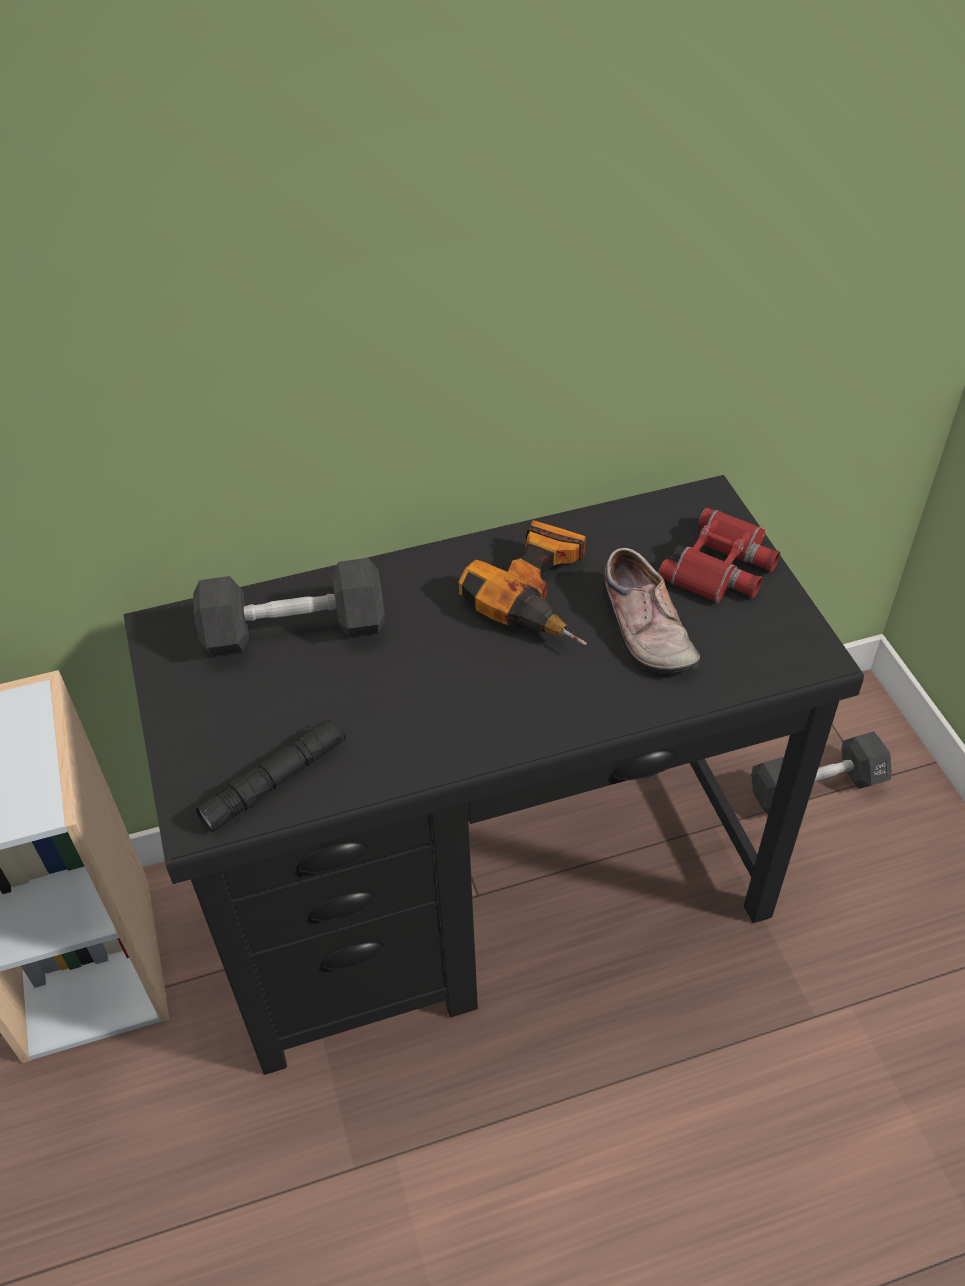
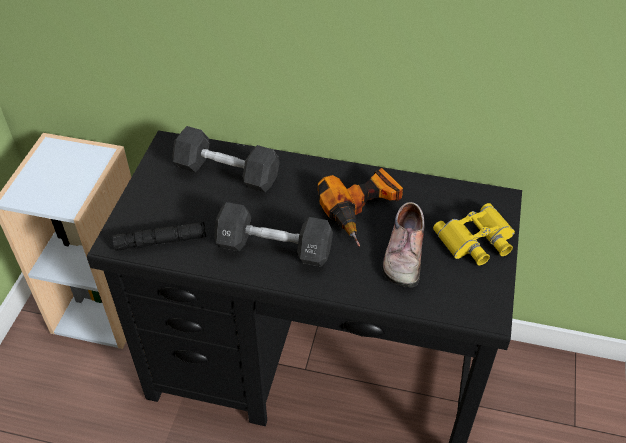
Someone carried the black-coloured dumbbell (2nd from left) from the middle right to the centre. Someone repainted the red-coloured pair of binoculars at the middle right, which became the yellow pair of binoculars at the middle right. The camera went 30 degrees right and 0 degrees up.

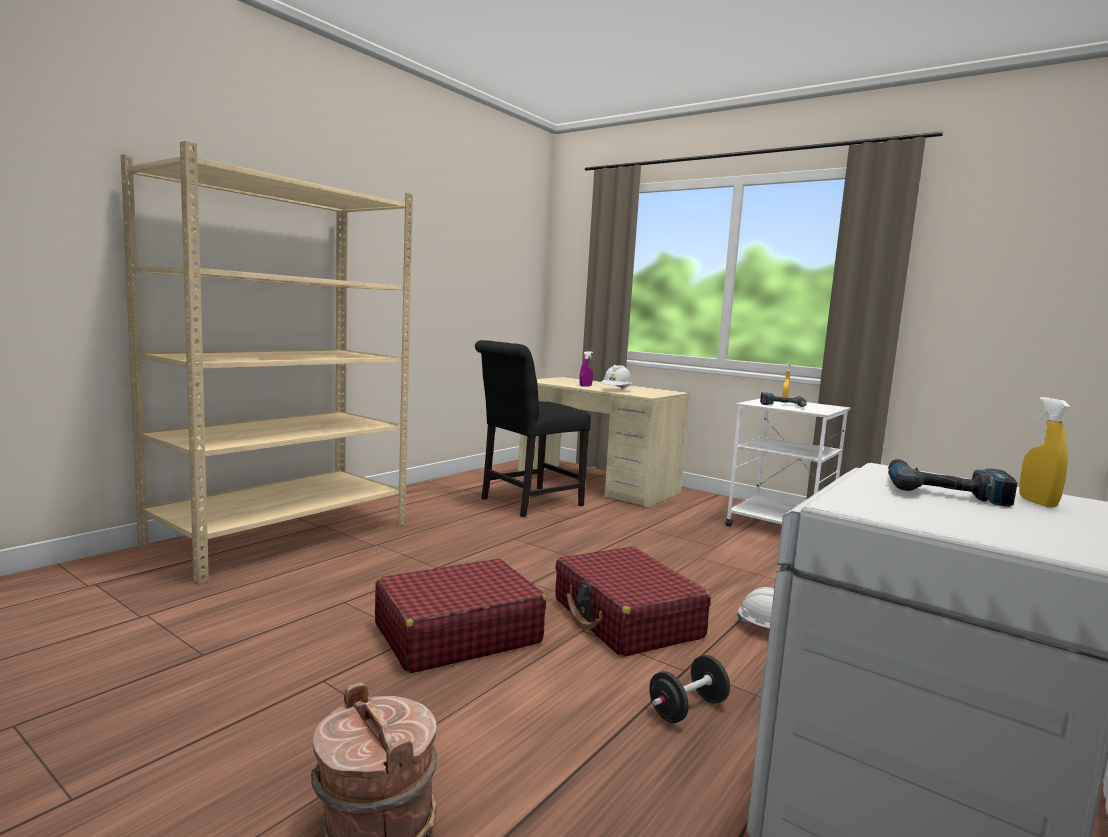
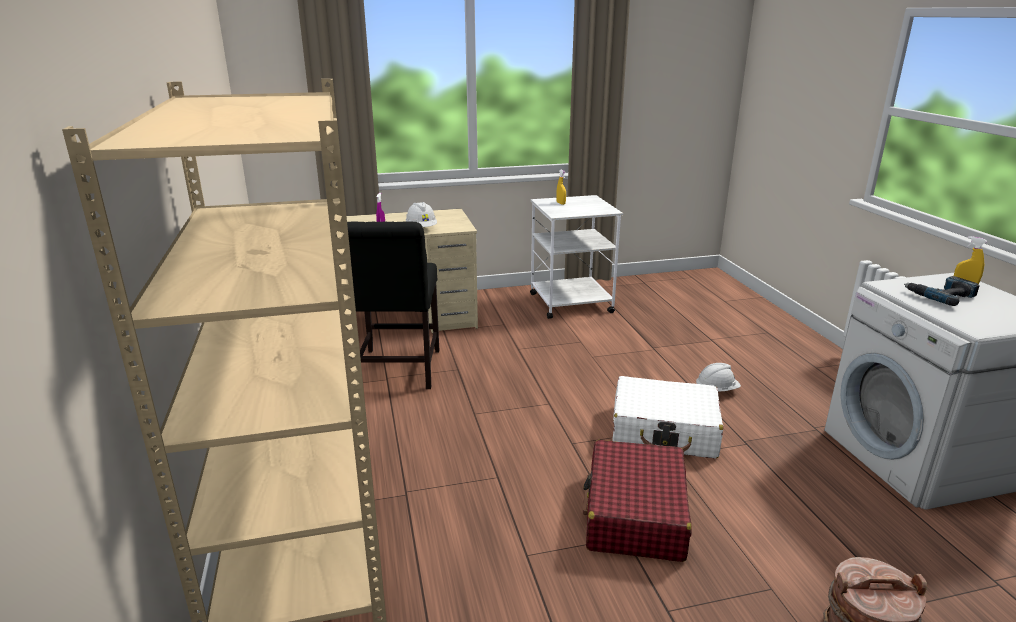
Someone took away the black-coloured dumbbell at the bottom centre. Someone took away the electric drill (1st from left) at the middle right. Someone repainted the red-coloured suitcase (2nd from left) at the bottom centre, which became the white suitcase at the bottom centre. The camera went 50 degrees left and 15 degrees up.

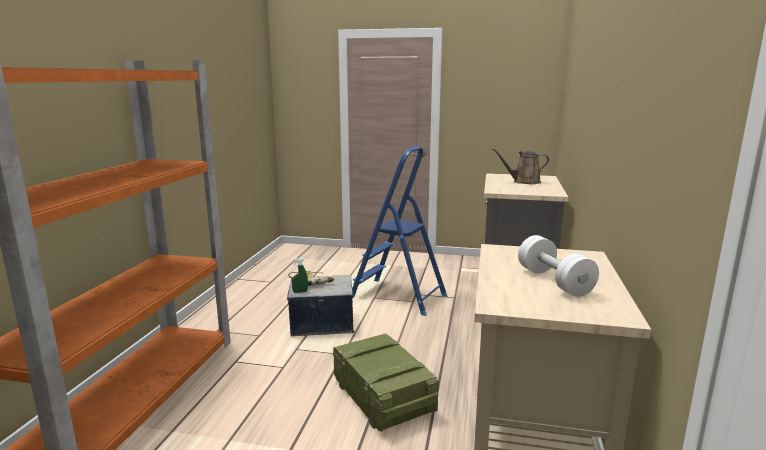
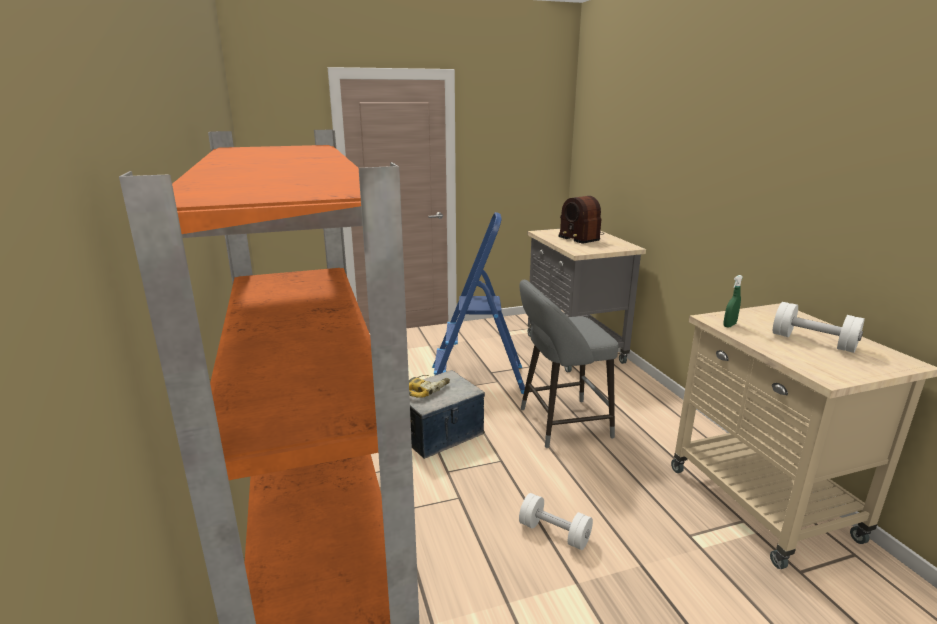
Someone took away the shipping crate at the bottom centre. Someone put down the white dumbbell (1st from left) at the bottom centre. Someone put down the gray stool at the centre. Someone carried the greenish sprayer from the centre to the middle right. Someone swapped the brownish watering can at the middle right for the radio set at the centre. The camera went 30 degrees left and 5 degrees up.

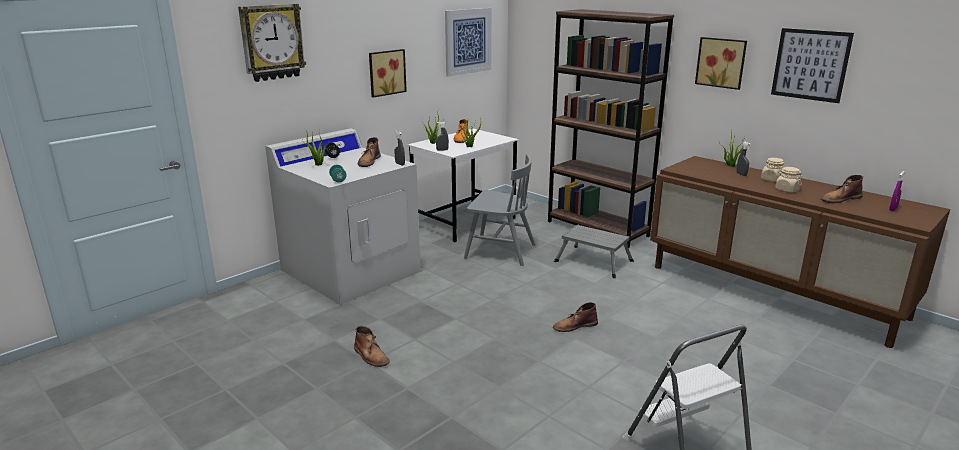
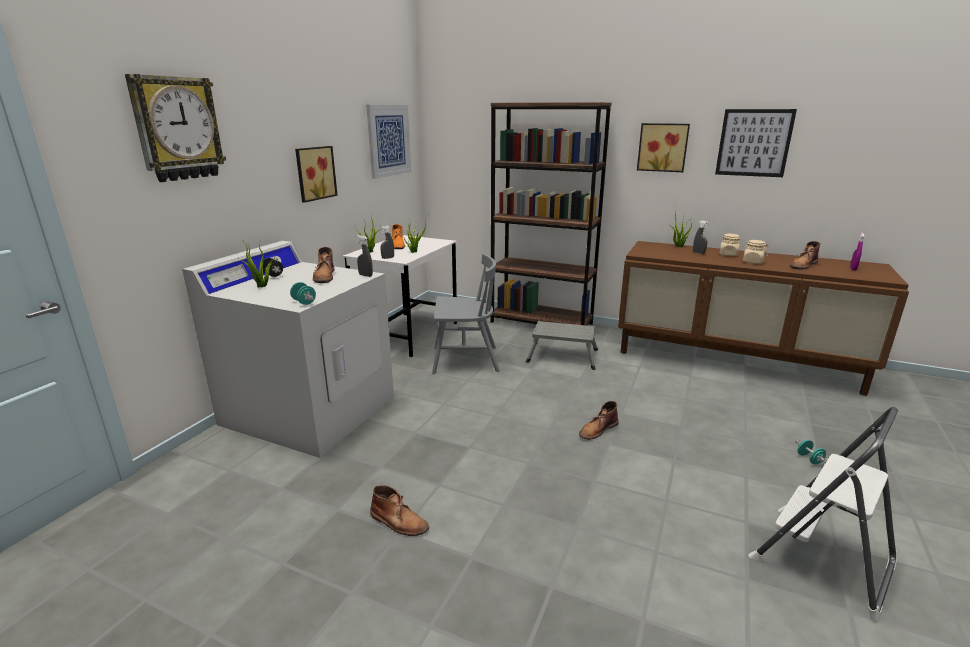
Someone put down the turquoise-coloured dumbbell (2nd from left) at the bottom right. The camera went 20 degrees left and 0 degrees up.

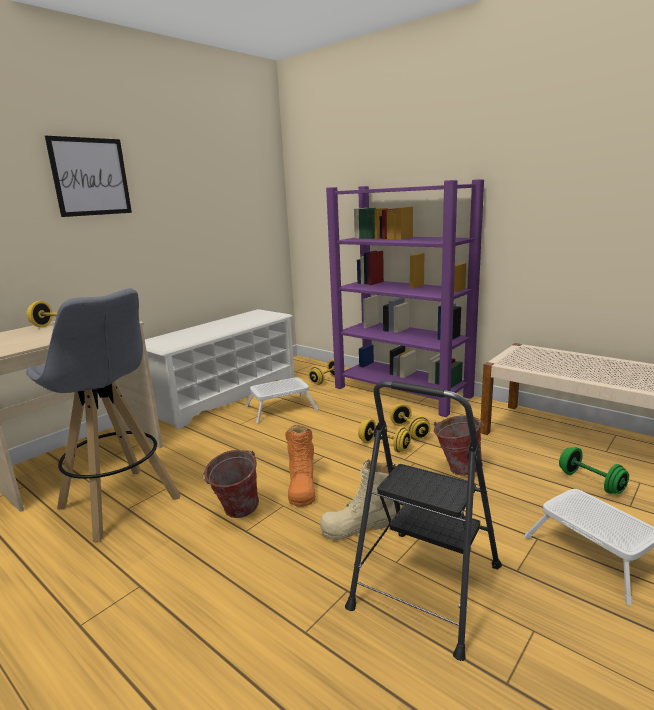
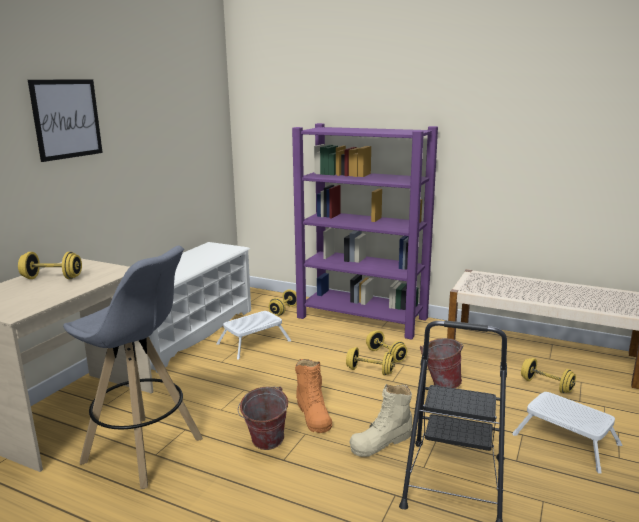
Someone repainted the greenish dumbbell at the middle right, which became the yellow dumbbell (5th from left) at the bottom right. The camera went 15 degrees left and 0 degrees up.

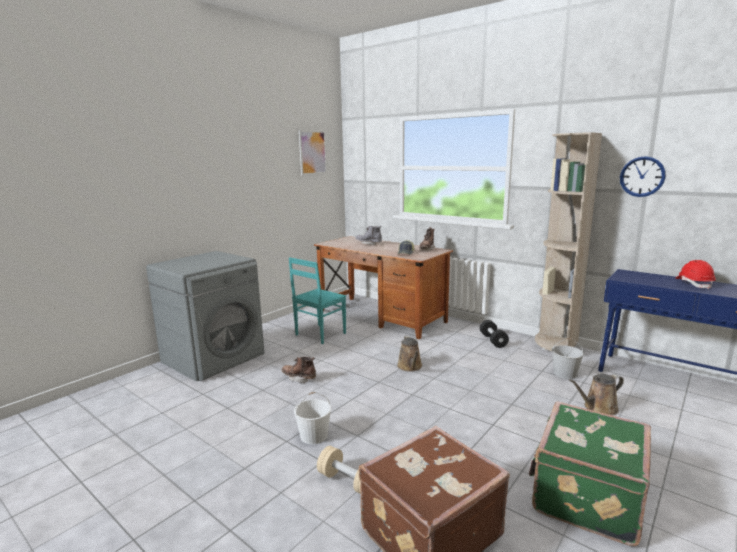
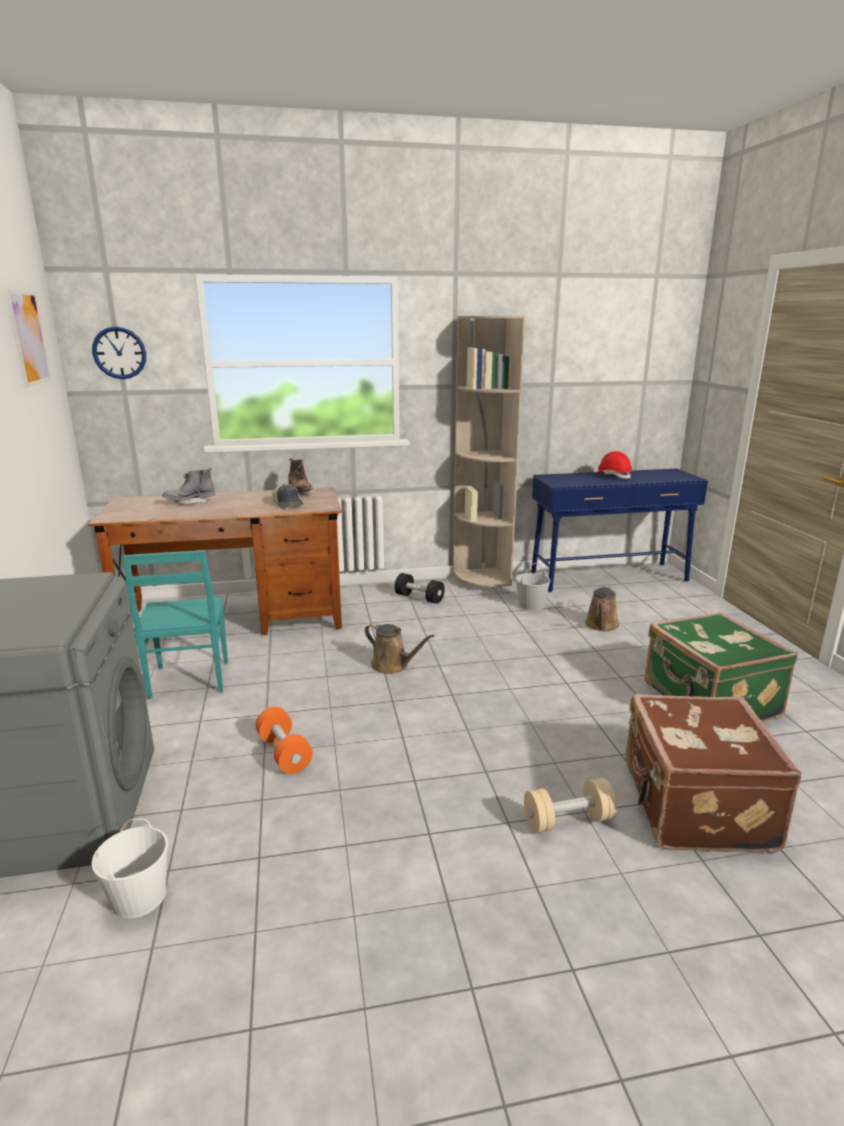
Someone carried the white bucket (1st from left) from the bottom centre to the bottom left. Someone carried the hanging clock from the top right to the top left. Someone swapped the brownish high-top boot (1st from left) at the bottom centre for the orangey dumbbell at the centre. The camera went 50 degrees left and 5 degrees up.

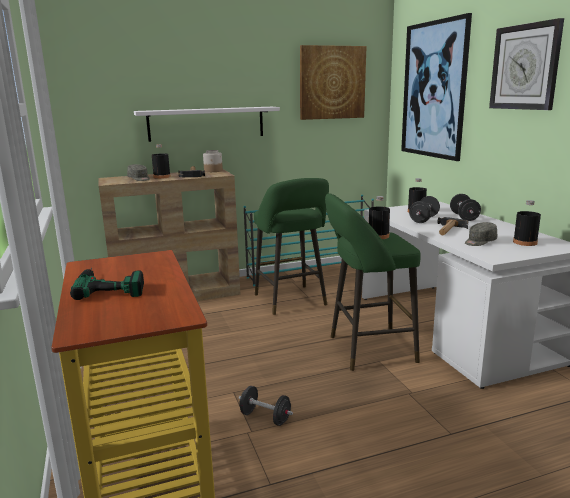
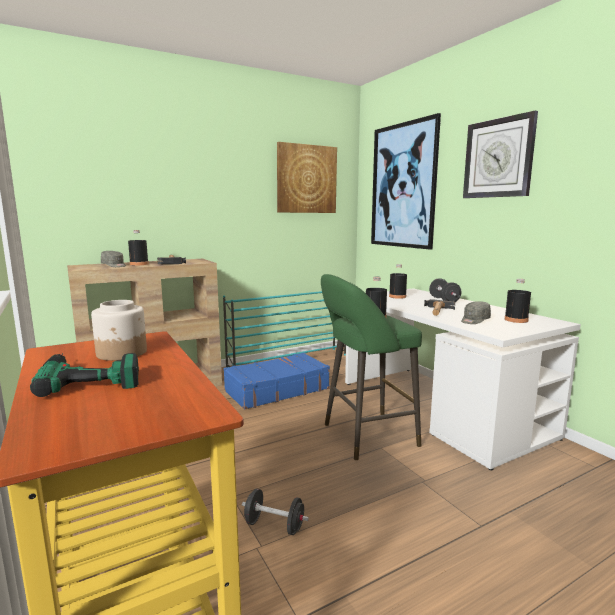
Someone took away the white bracket shelf at the top centre. Someone took away the black-coloured dumbbell (2nd from left) at the middle right. Someone carried the preserve jar from the top centre to the middle left. Someone swapped the greenish stool (1st from left) at the centre for the bluish suitcase at the centre. The camera went 10 degrees left and 5 degrees down.

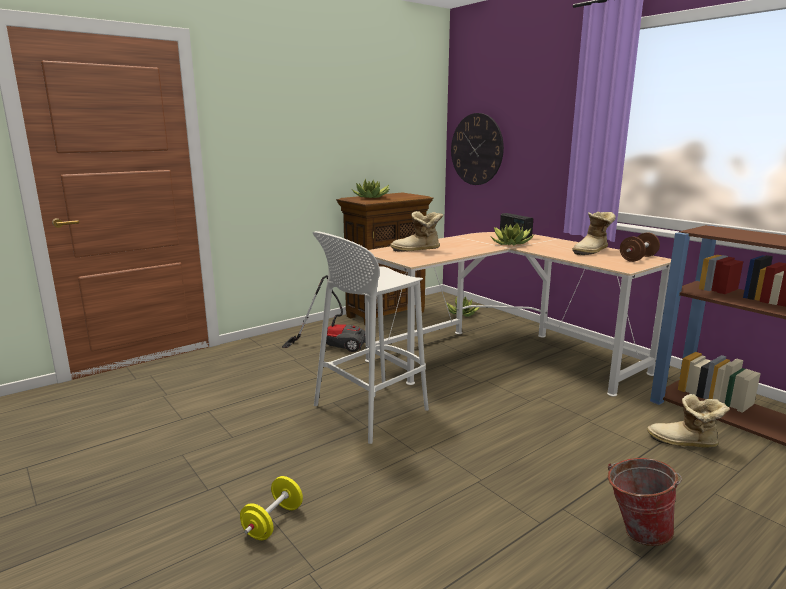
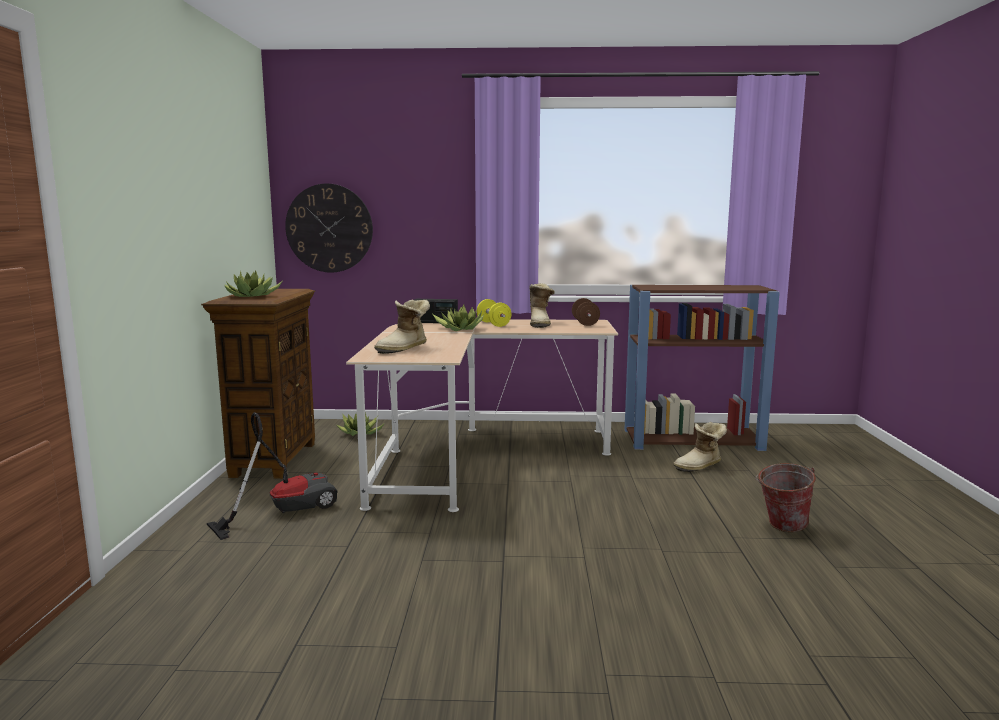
Someone took away the white stool at the centre. Someone carried the yellow dumbbell from the bottom centre to the centre. The camera went 50 degrees left and 5 degrees down.

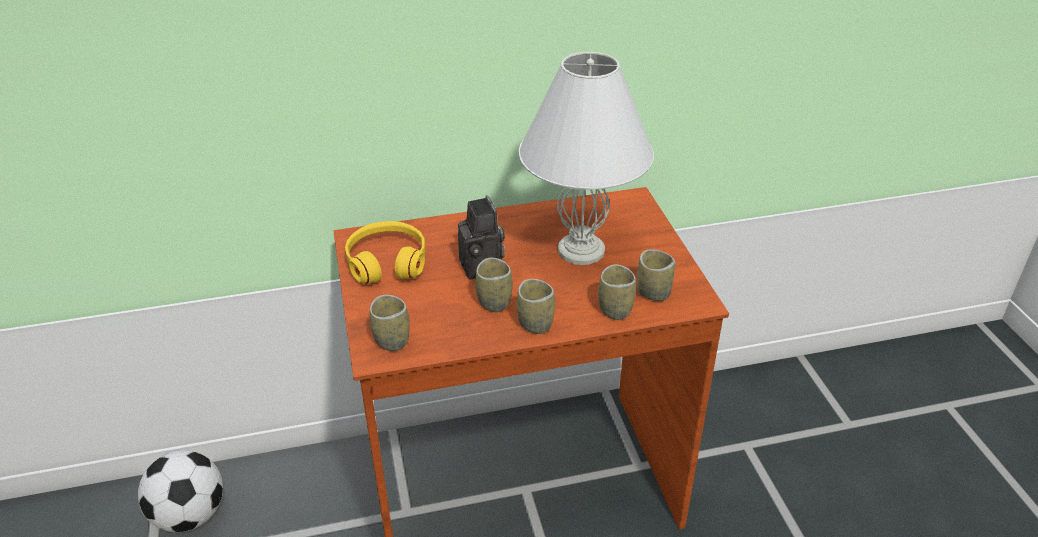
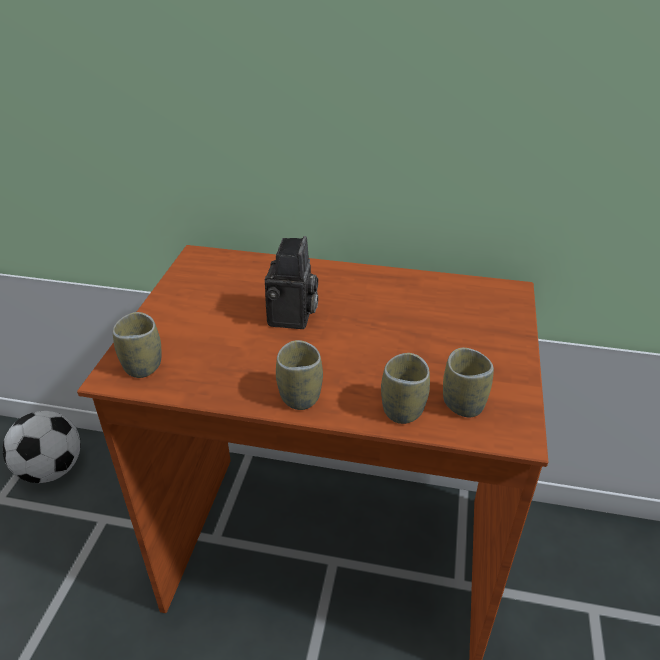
Someone took away the yellow headset at the centre. Someone took away the cup (2nd from left) at the centre. Someone took away the white tabletop lamp at the top centre. The camera went 25 degrees right and 0 degrees up.

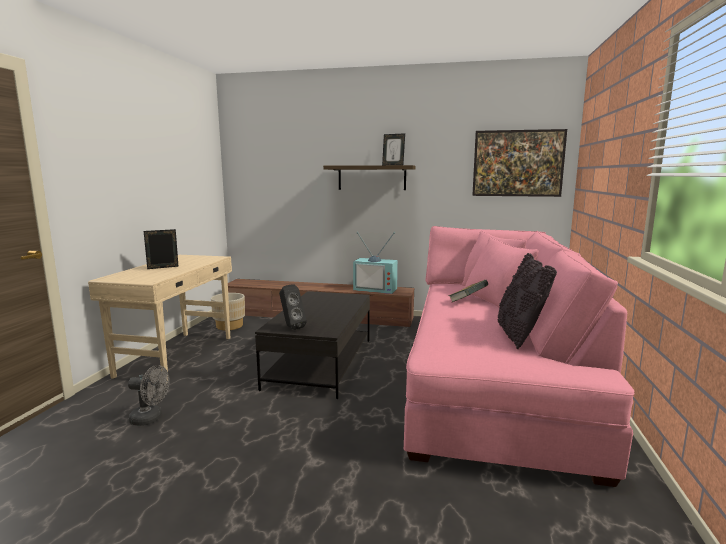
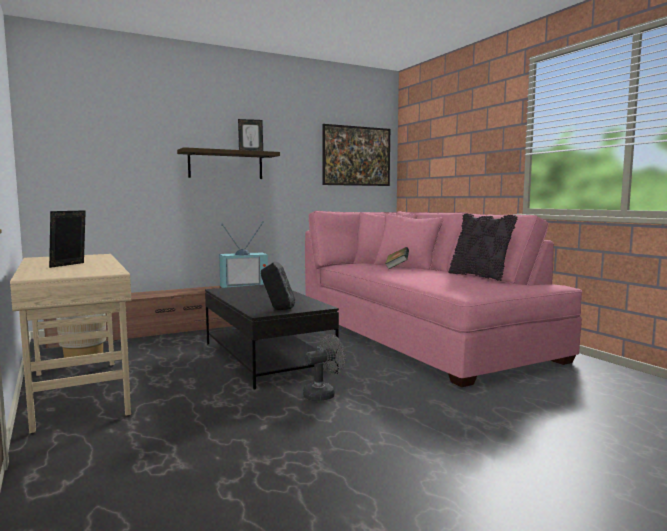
Someone carried the gray cooling fan from the bottom left to the bottom centre. The camera went 40 degrees left and 5 degrees down.

